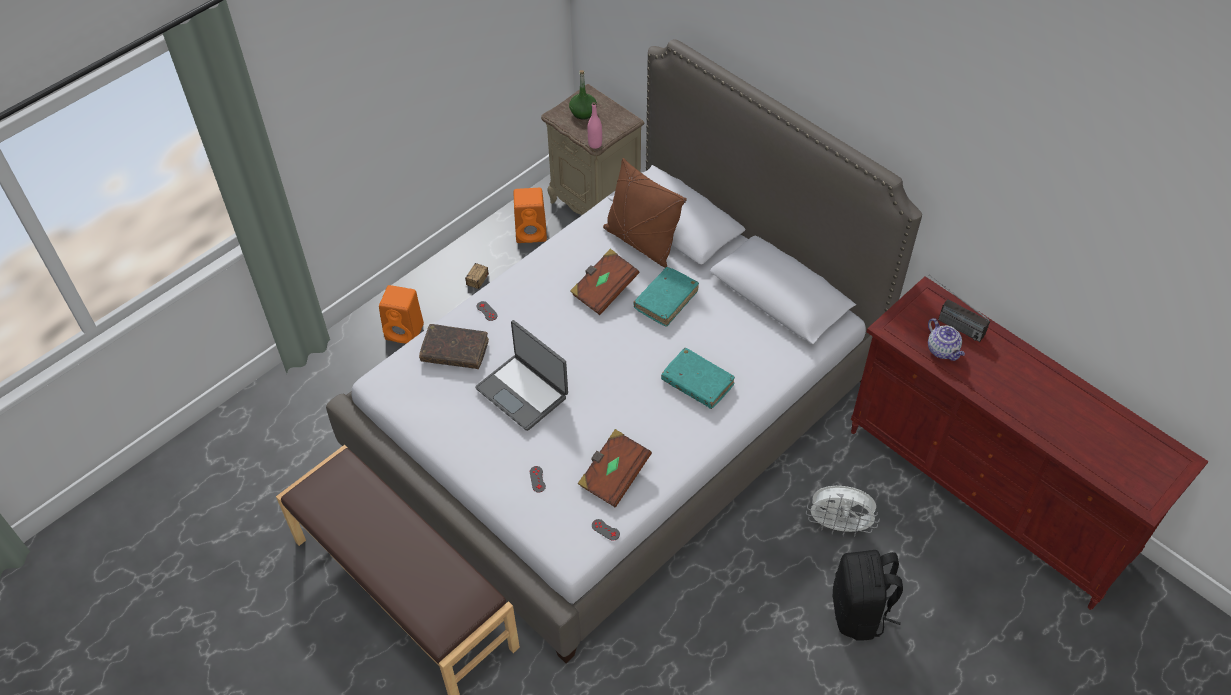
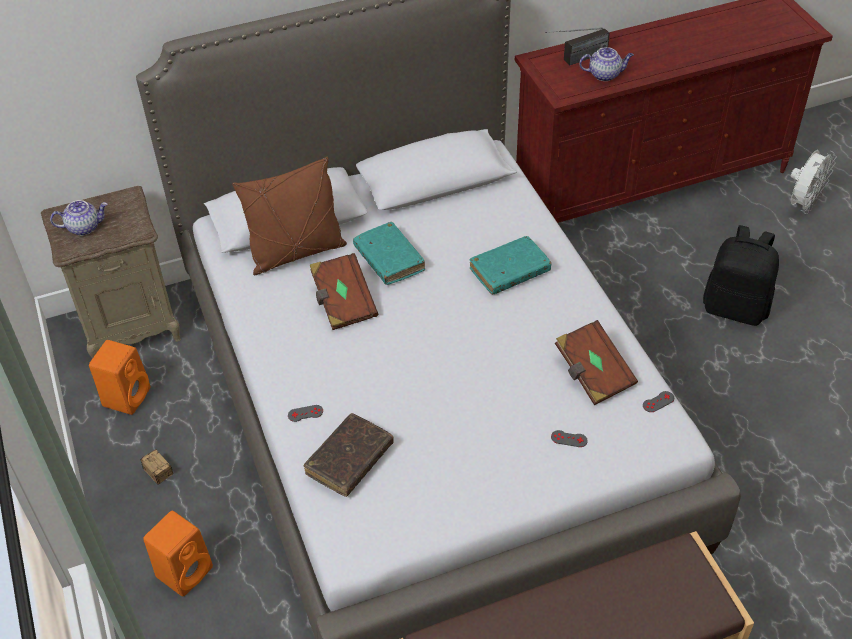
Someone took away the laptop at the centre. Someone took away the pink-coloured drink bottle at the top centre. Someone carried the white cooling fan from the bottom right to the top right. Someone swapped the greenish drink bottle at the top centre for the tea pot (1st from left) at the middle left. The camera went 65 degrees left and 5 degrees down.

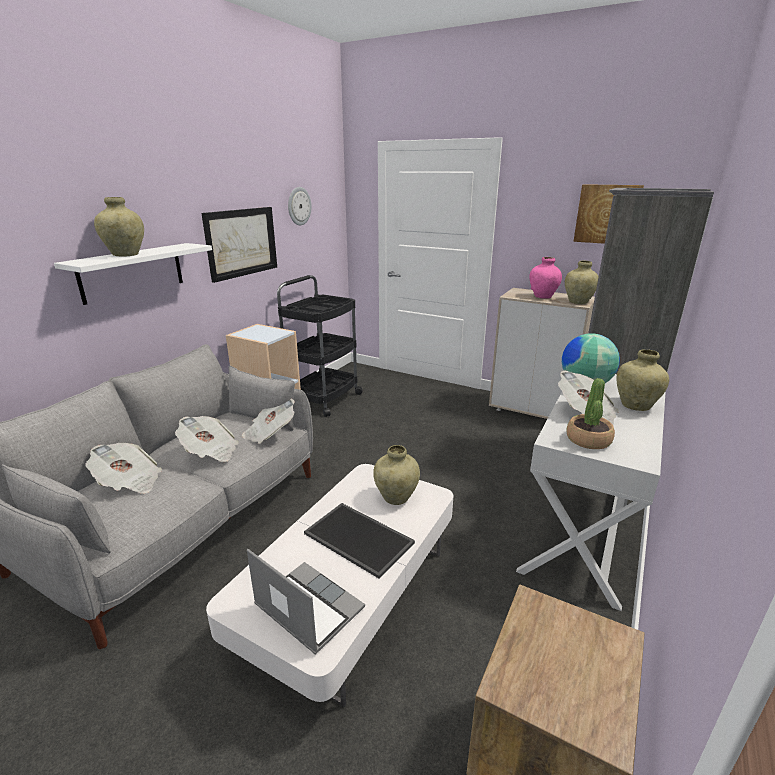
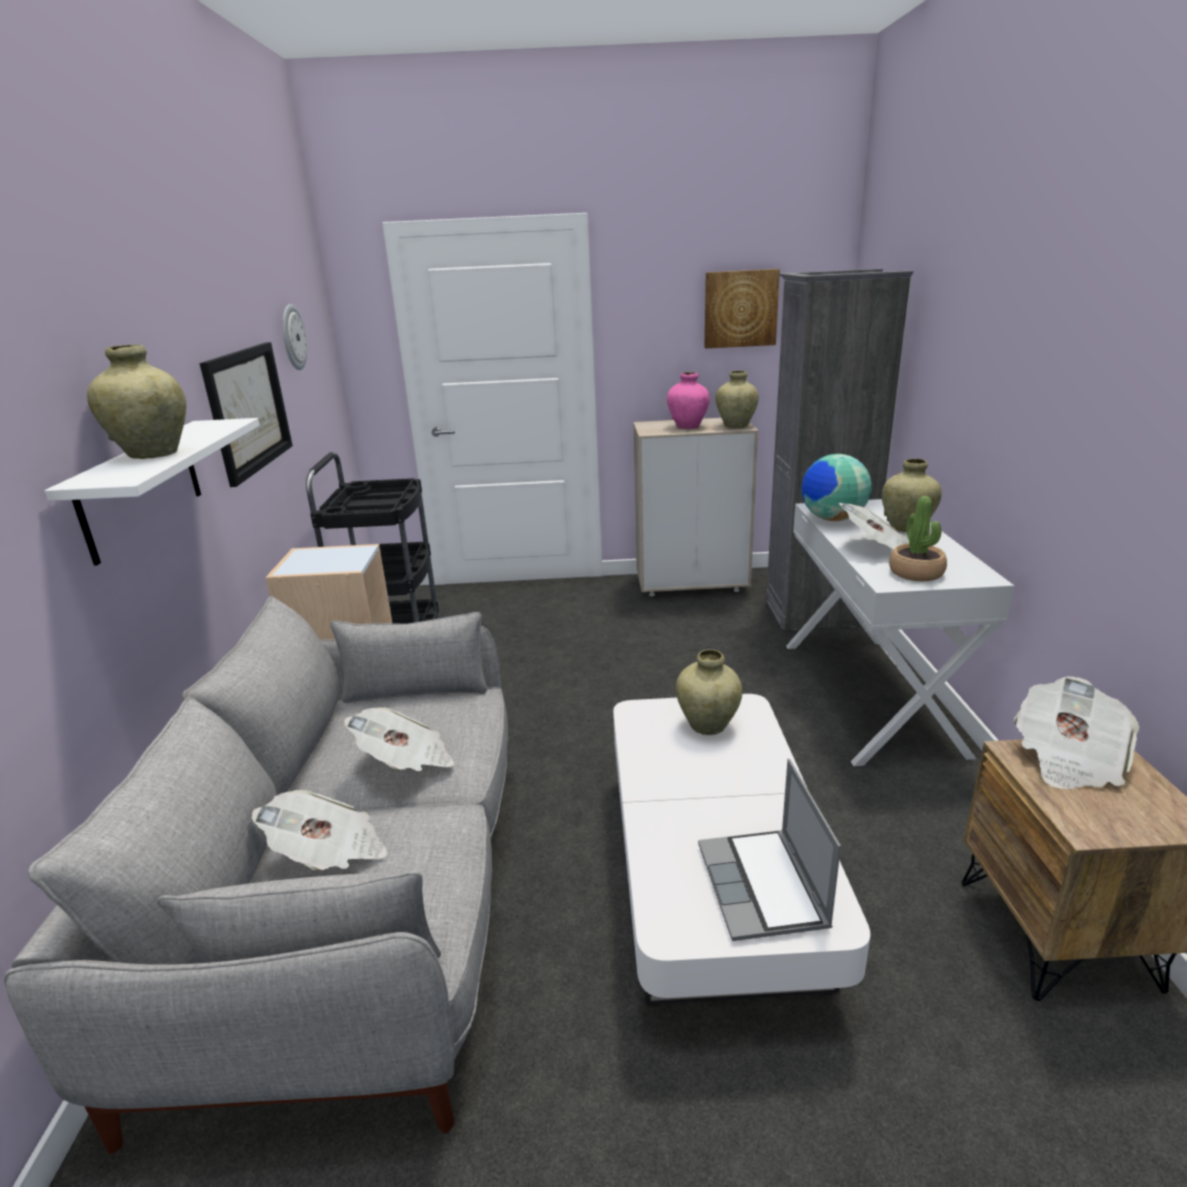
Someone took away the tray at the bottom centre. Someone carried the newspaper (3rd from left in the first image) from the centre to the middle right. Someone rotated the laptop at the bottom centre by 105 degrees counterclockwise. The camera went 30 degrees left and 0 degrees up.

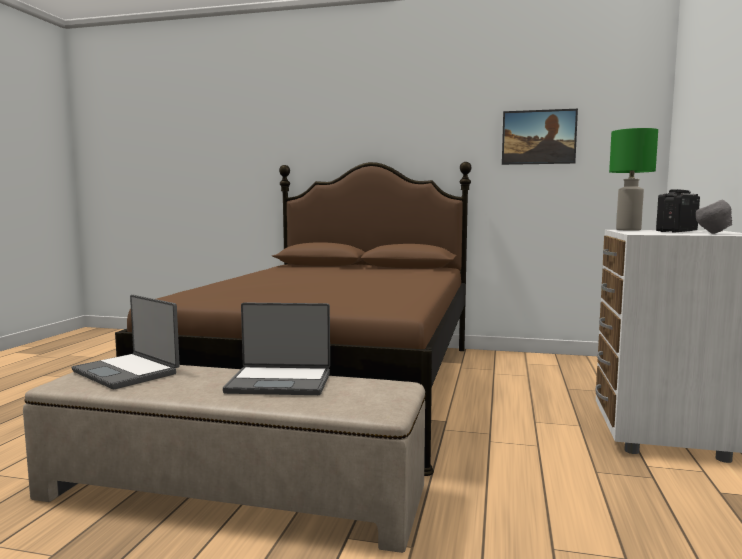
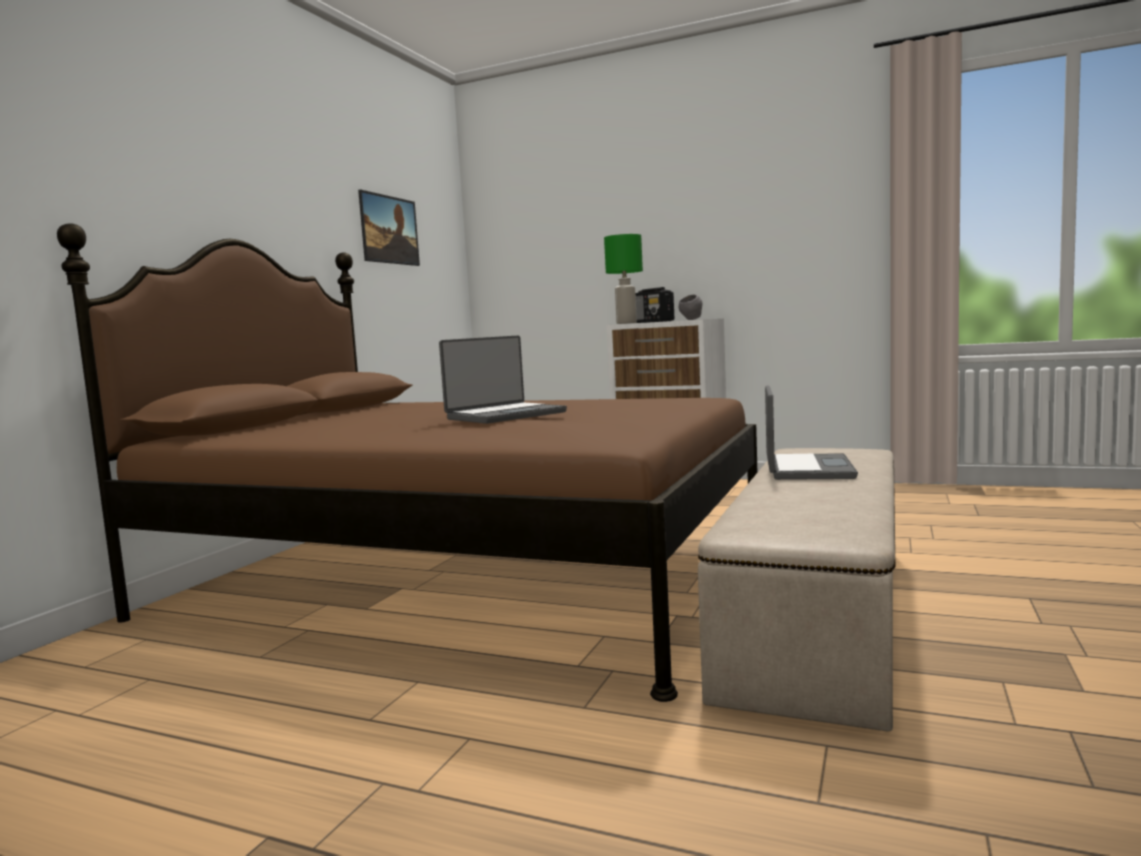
Someone carried the laptop (1st from left) from the middle left to the centre. The camera went 80 degrees left and 0 degrees up.

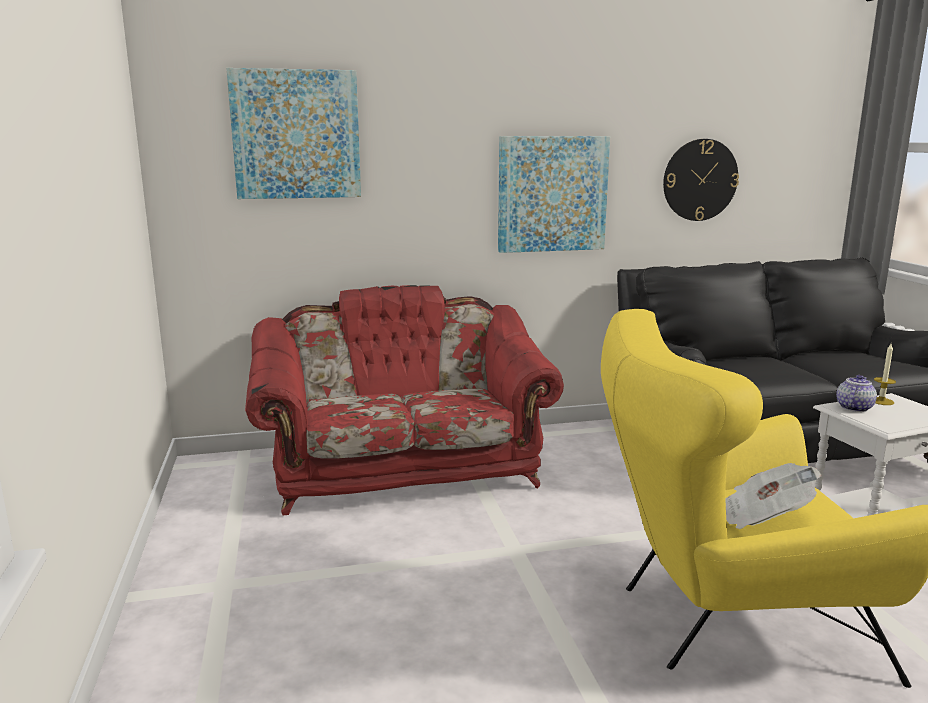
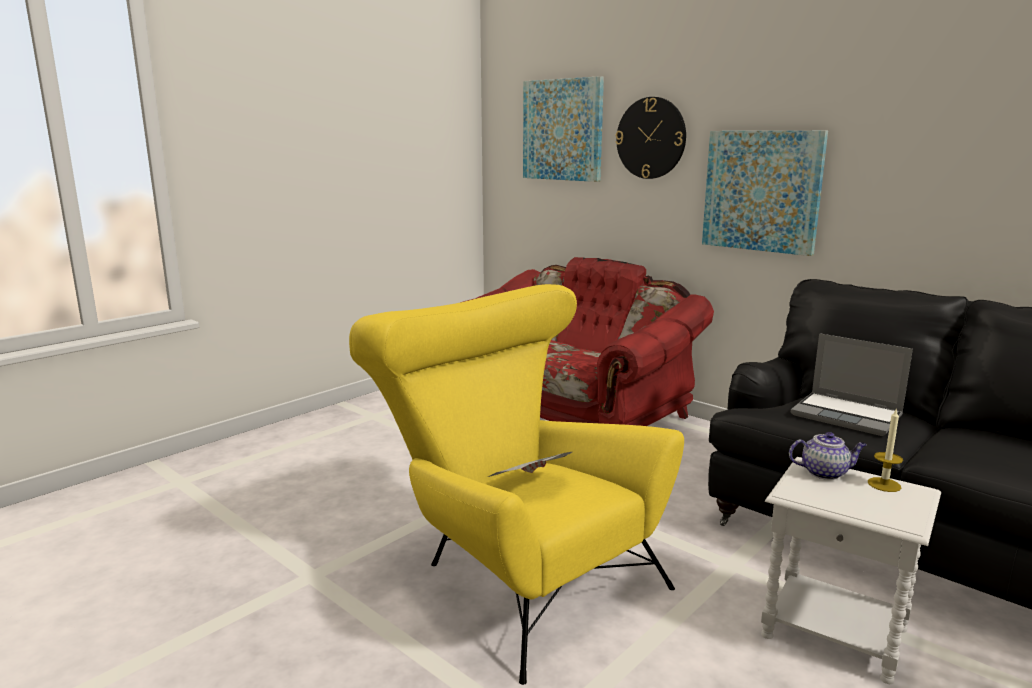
Someone put down the laptop at the middle right. Someone carried the hanging clock from the top right to the top centre. The camera went 55 degrees right and 0 degrees up.

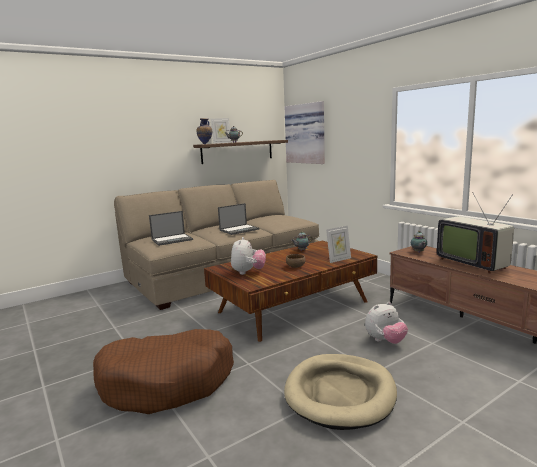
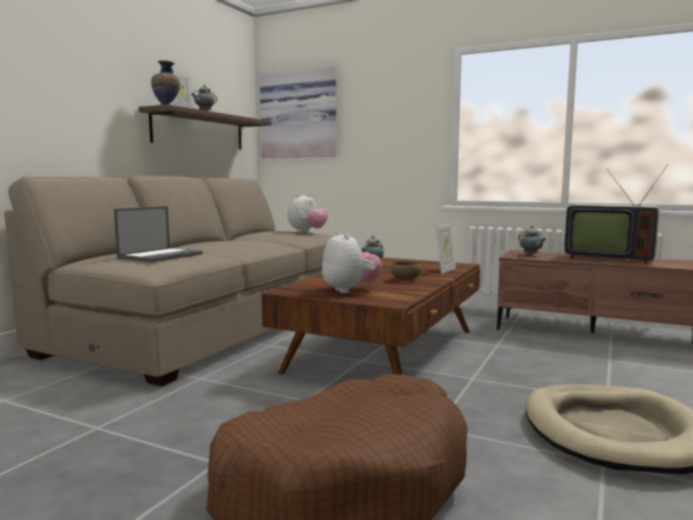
Someone took away the laptop (2nd from left) at the centre. Someone carried the cuddly toy (2nd from left in the first image) from the bottom right to the centre. The camera went 30 degrees left and 5 degrees down.

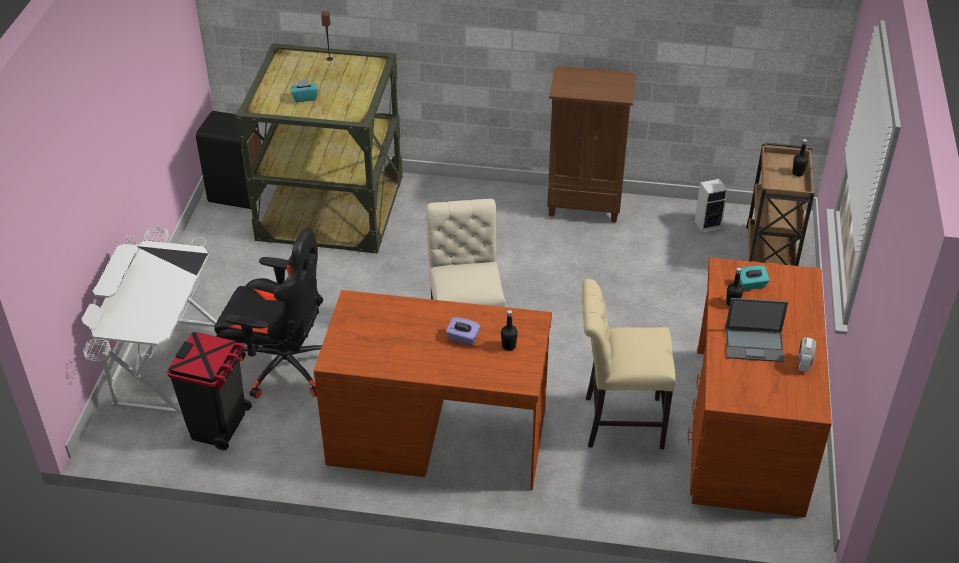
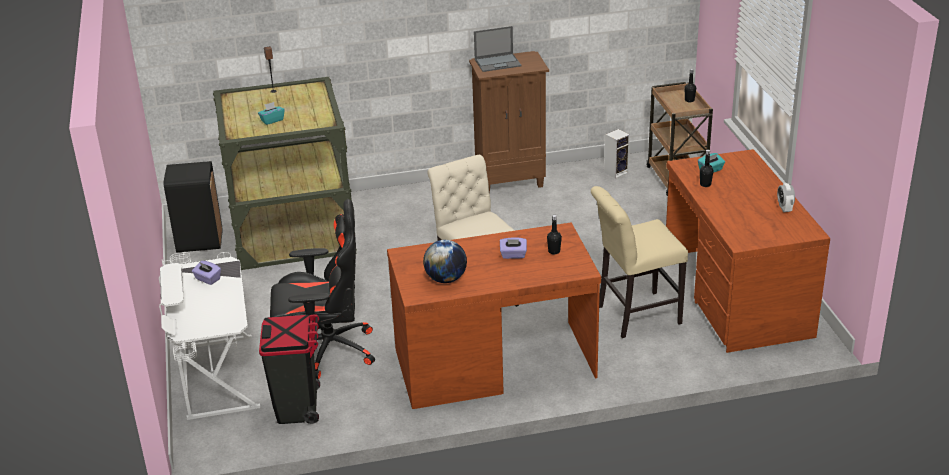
Someone put down the purplish tissue box (1st from left) at the middle left. Someone put down the world globe at the centre. Someone carried the laptop from the middle right to the top centre. The camera went 20 degrees left and 10 degrees down.

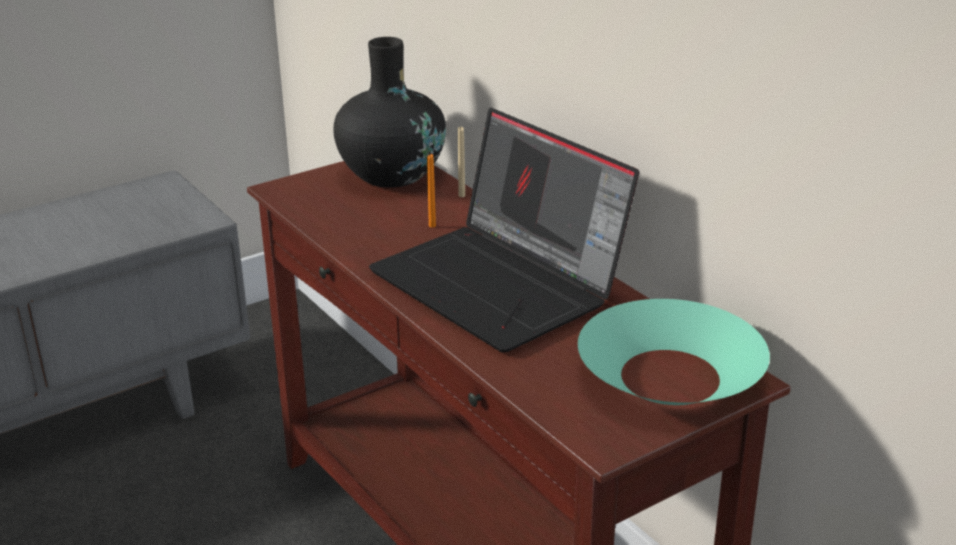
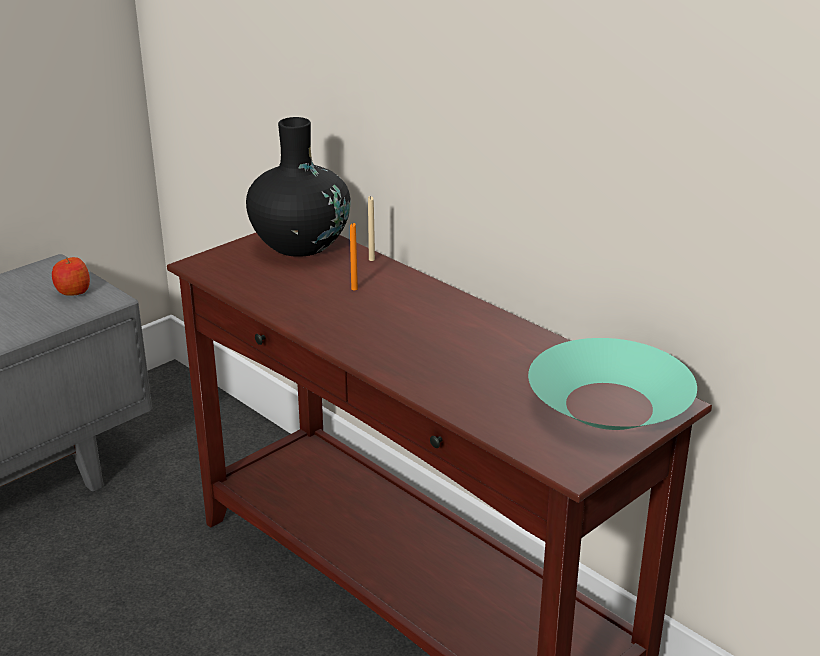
Someone took away the laptop at the centre. Someone put down the apple fruit at the middle left. The camera went 10 degrees left and 0 degrees up.

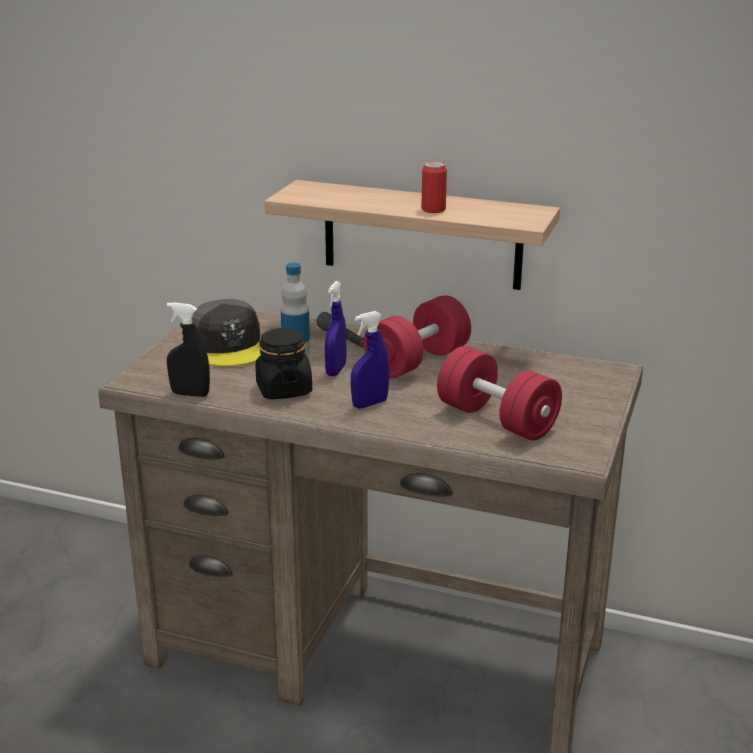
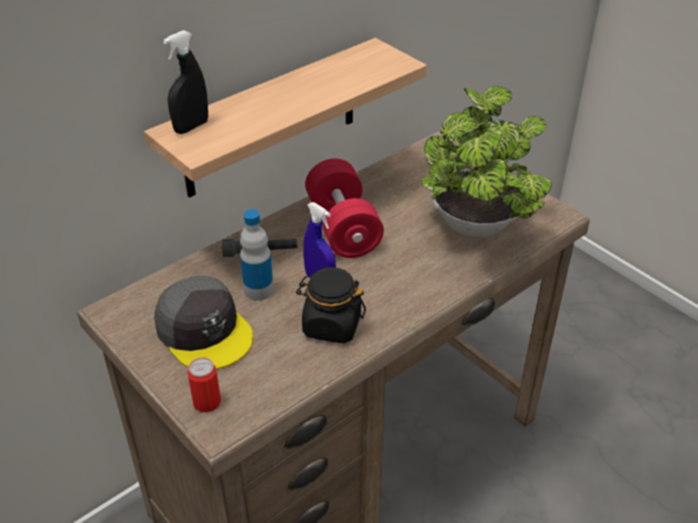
Someone took away the bluish sprayer (2nd from left) at the centre. Someone carried the black-coloured sprayer from the middle left to the top left. Someone carried the sealed can from the top centre to the bottom left. Someone swapped the red-coloured dumbbell (2nd from left) at the centre for the potted plant at the top right. Someone rotated the gray peaked cap at the middle left by 45 degrees clockwise. The camera went 60 degrees left and 15 degrees up.

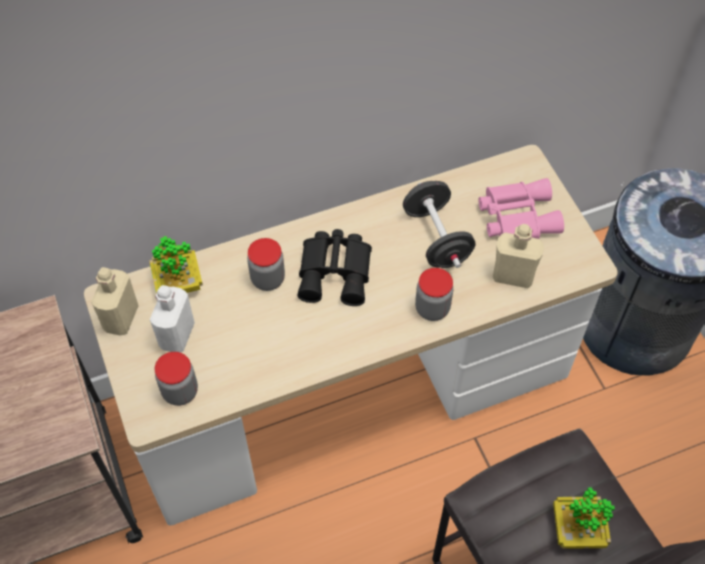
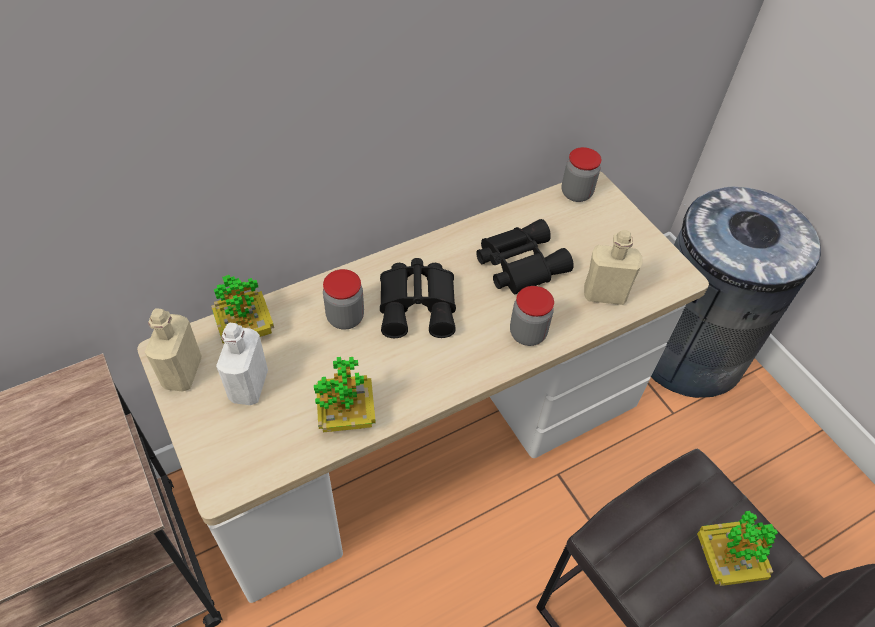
Someone took away the pink-coloured pair of binoculars at the middle right. Someone put down the potted plant (2nd from left) at the centre. Someone carried the preserve jar (1st from left in the first image) from the bottom left to the top centre. Someone swapped the black-coloured dumbbell at the centre for the black-coloured pair of binoculars (2nd from left) at the centre. The camera went 10 degrees left and 5 degrees down.

